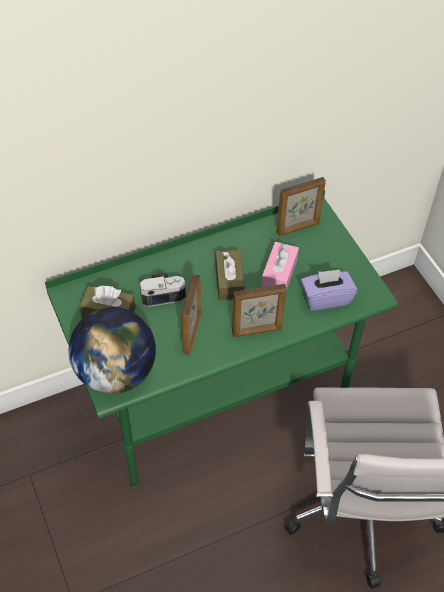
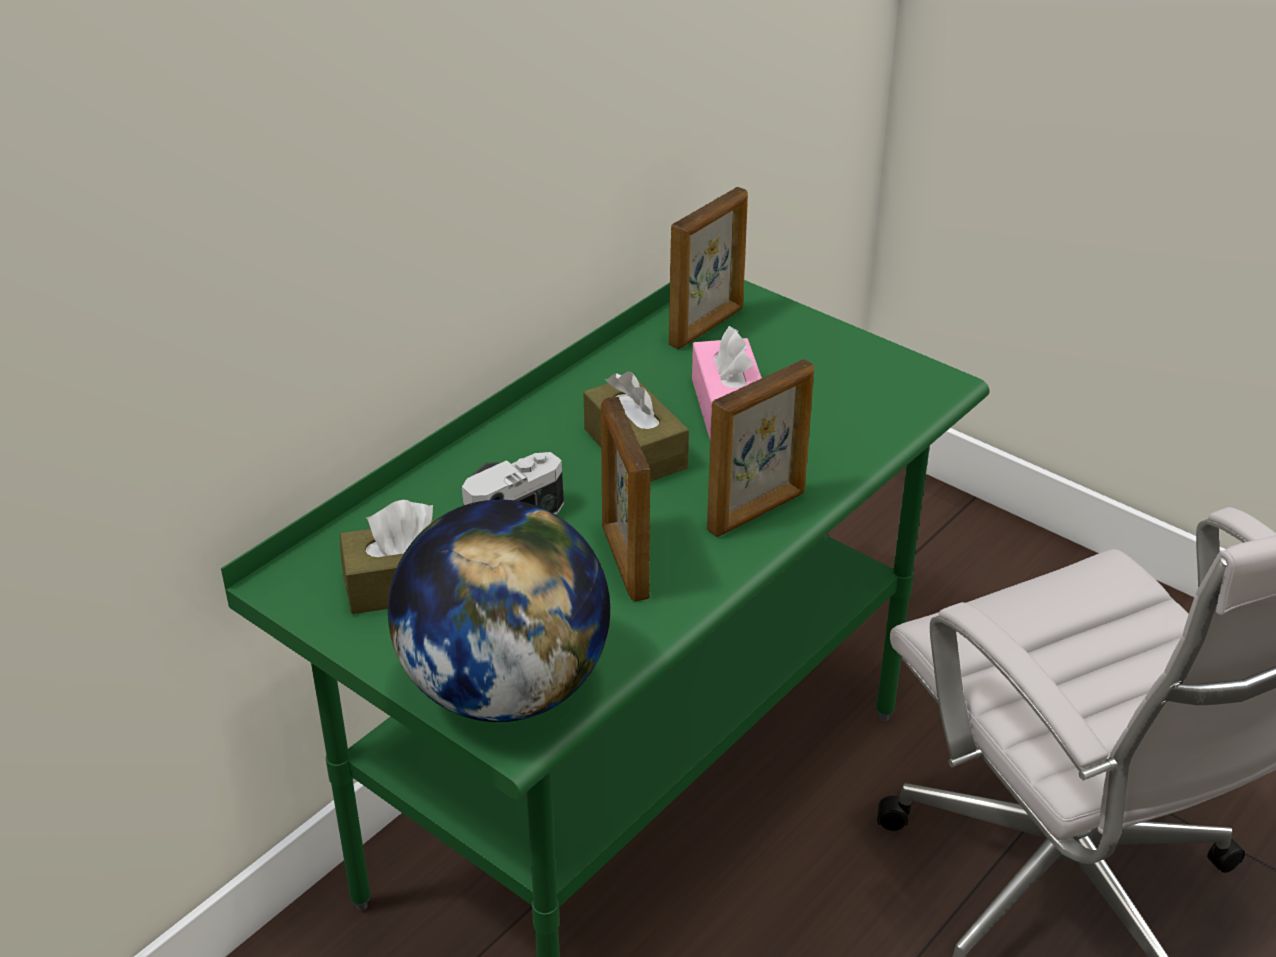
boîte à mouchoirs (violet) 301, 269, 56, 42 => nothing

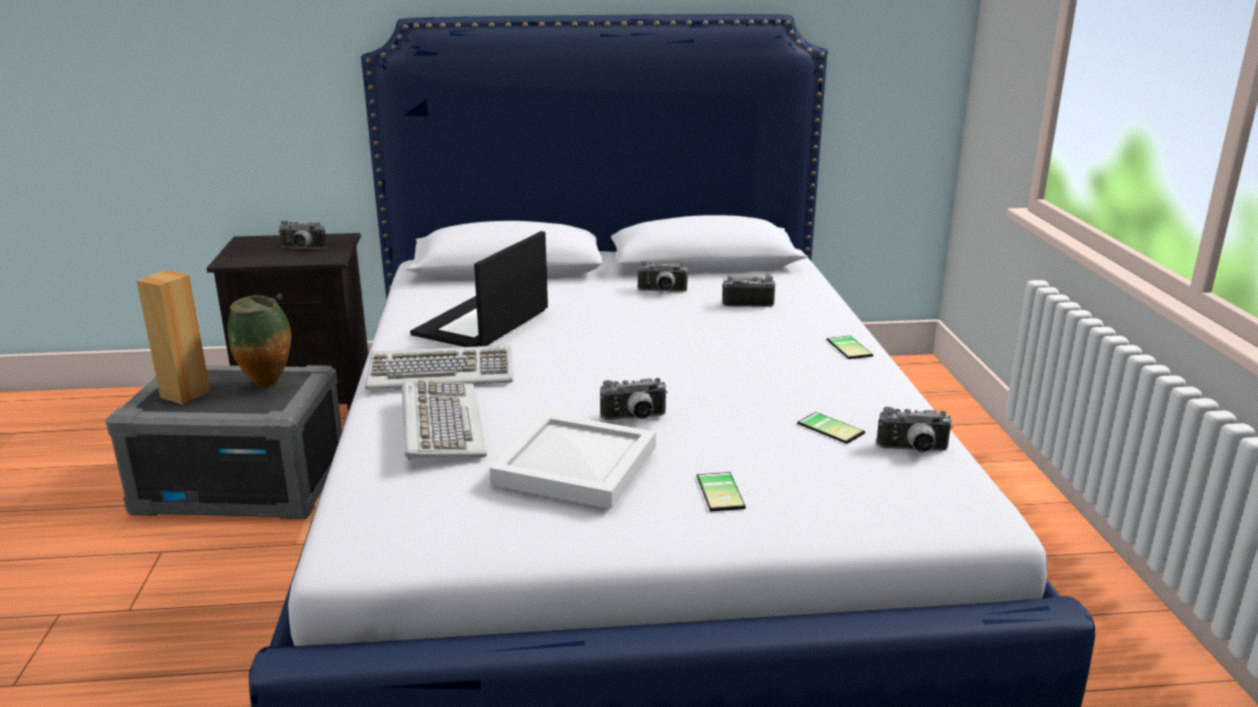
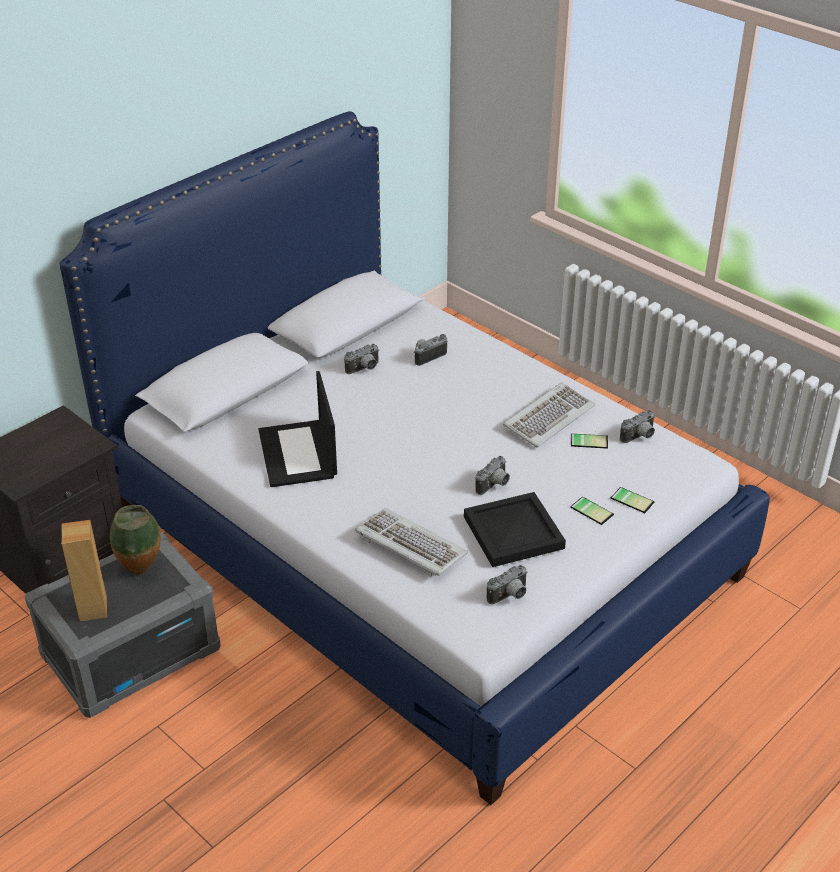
appareil photo 278, 221, 48, 28 => appareil photo 487, 565, 41, 39, shifted
clavier 365, 345, 148, 45 => clavier 503, 383, 92, 65, shifted
plateau (blanc) 490, 412, 166, 97 => plateau (noir) 464, 492, 102, 75
téléphone 827, 336, 46, 23 => téléphone 611, 487, 44, 26, shifted

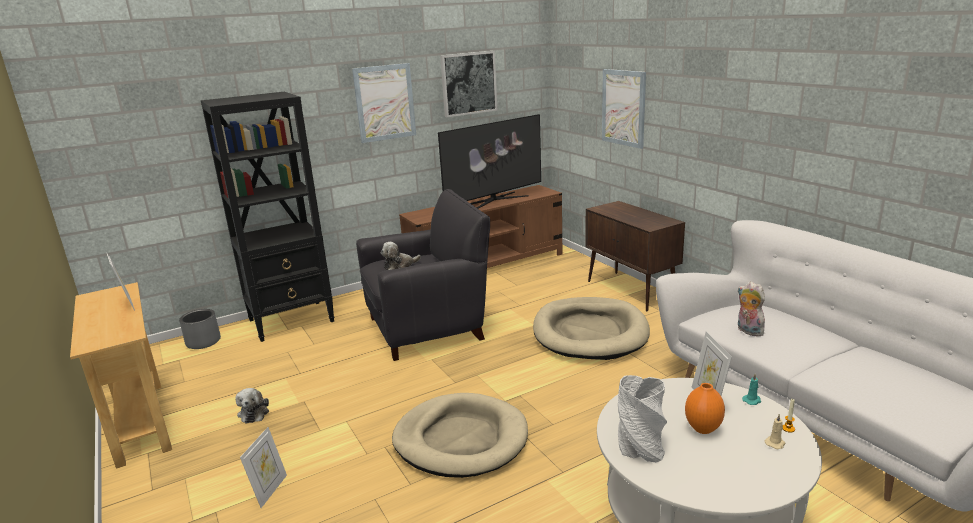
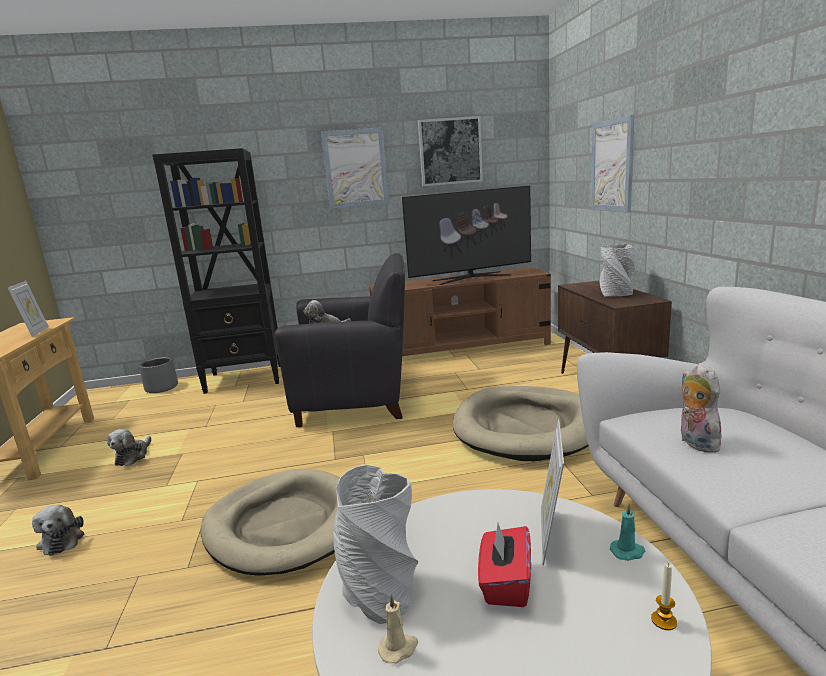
cadre photo 240, 427, 47, 81 => peluche 32, 505, 53, 51
vase (orange) 685, 383, 40, 51 => boîte à mouchoirs (rouge) 478, 523, 53, 84
bougie (beige) 765, 414, 20, 35 => bougie (beige) 378, 594, 40, 70, shifted
nothing => vase (gris) 600, 244, 35, 52

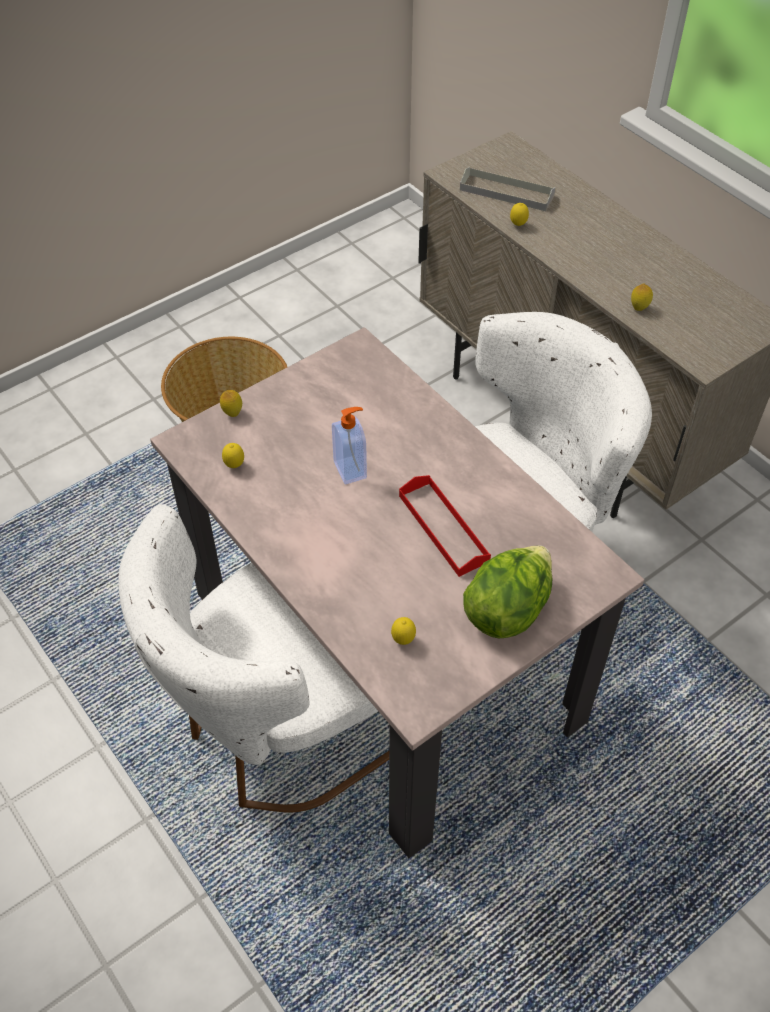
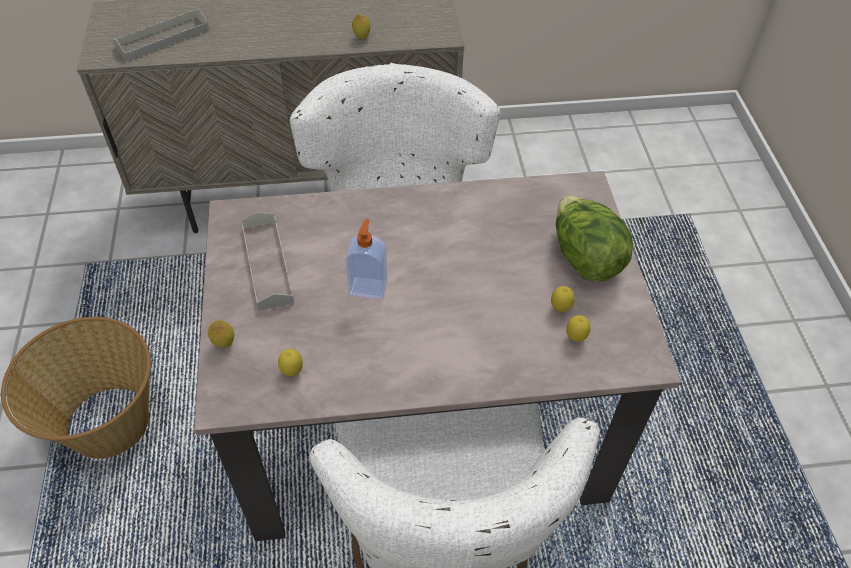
plateau (rouge) 399, 475, 92, 102 => nothing
citron 510, 203, 19, 23 => citron 551, 286, 24, 26, shifted
nothing => plateau (gris) 241, 212, 53, 99

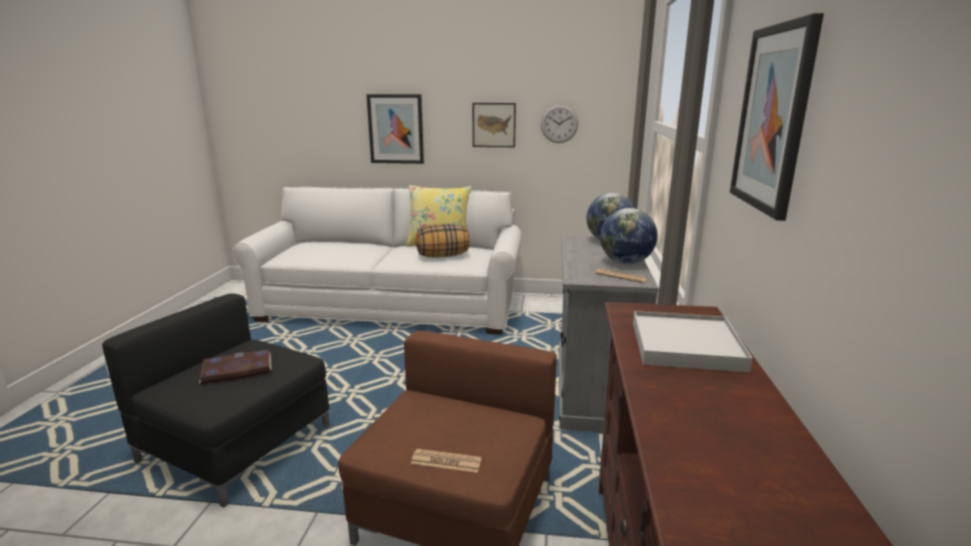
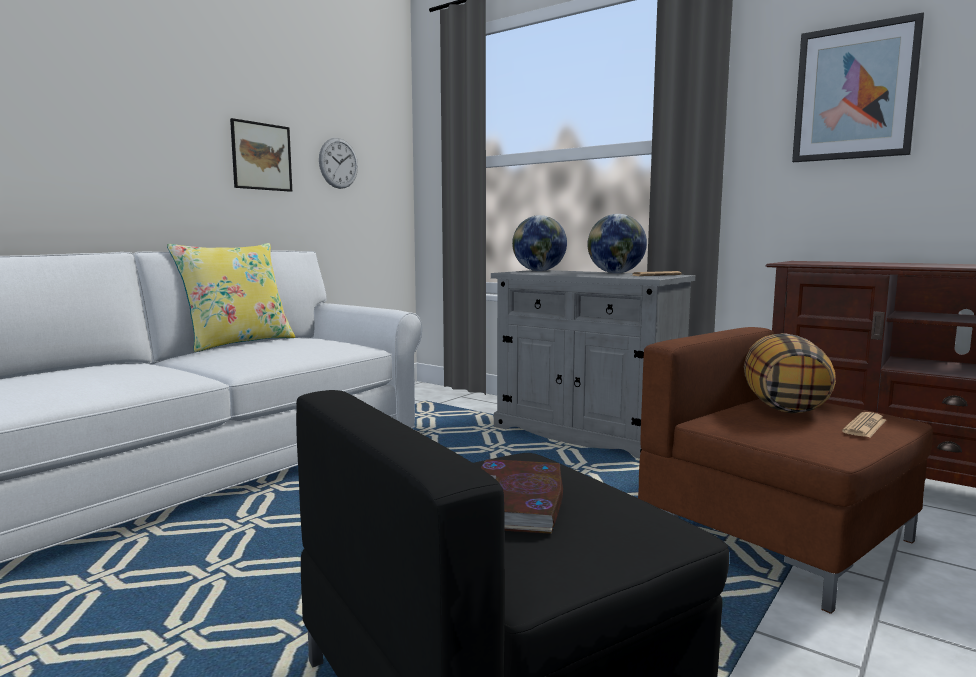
tableau 366, 94, 58, 70 => nothing
coussin 416, 224, 53, 34 => coussin 744, 333, 92, 80, shifted
plateau (blanc) 633, 311, 120, 62 => nothing

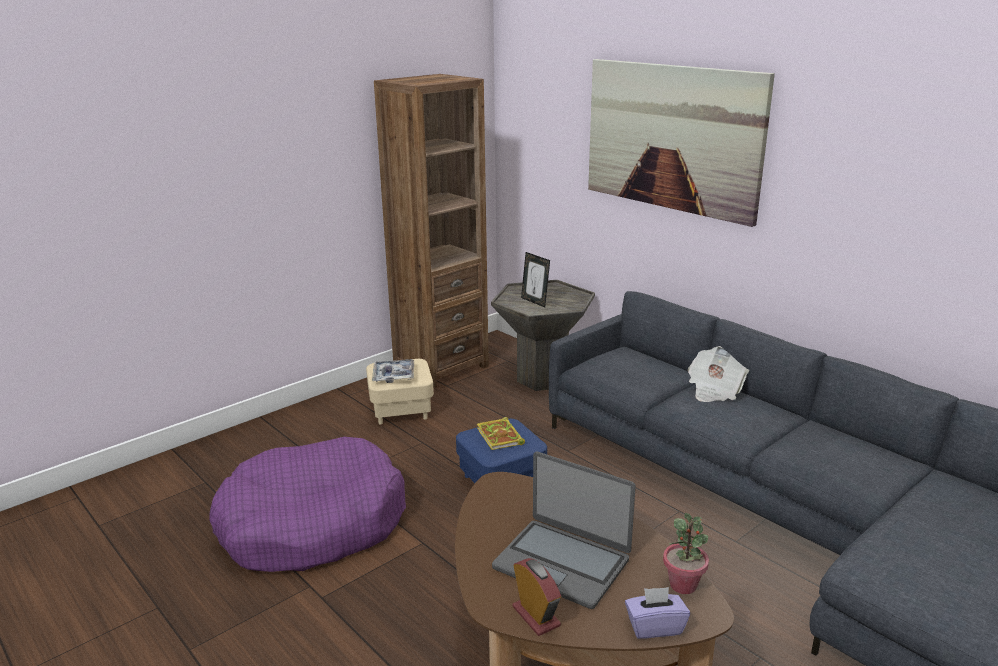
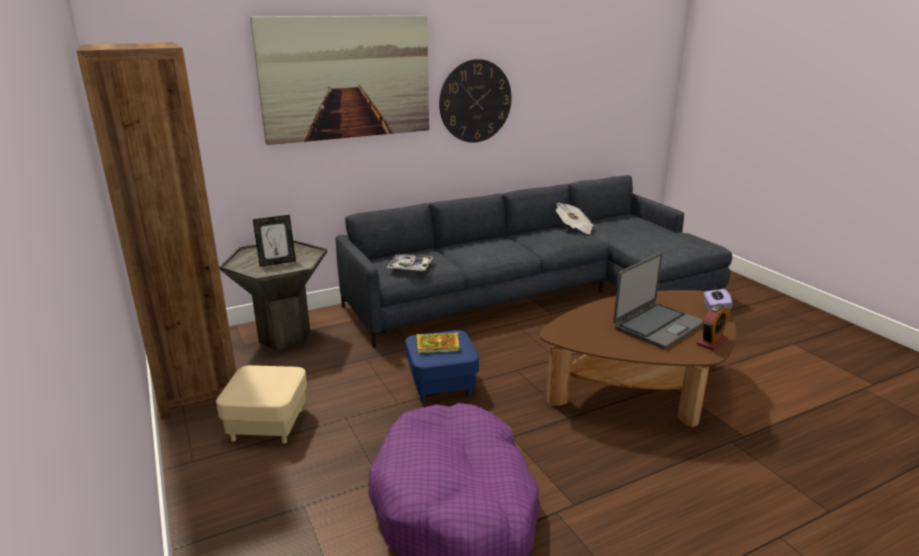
plateau 372, 359, 42, 24 => plateau 387, 254, 46, 17, shifted
réveil 512, 558, 49, 78 => réveil 697, 304, 33, 46, 150 degrees clockwise
plante en pot 663, 513, 46, 81 => nothing
journal 688, 346, 61, 56 => journal 556, 203, 38, 31, shifted
nothing => horloge murale 439, 59, 73, 84

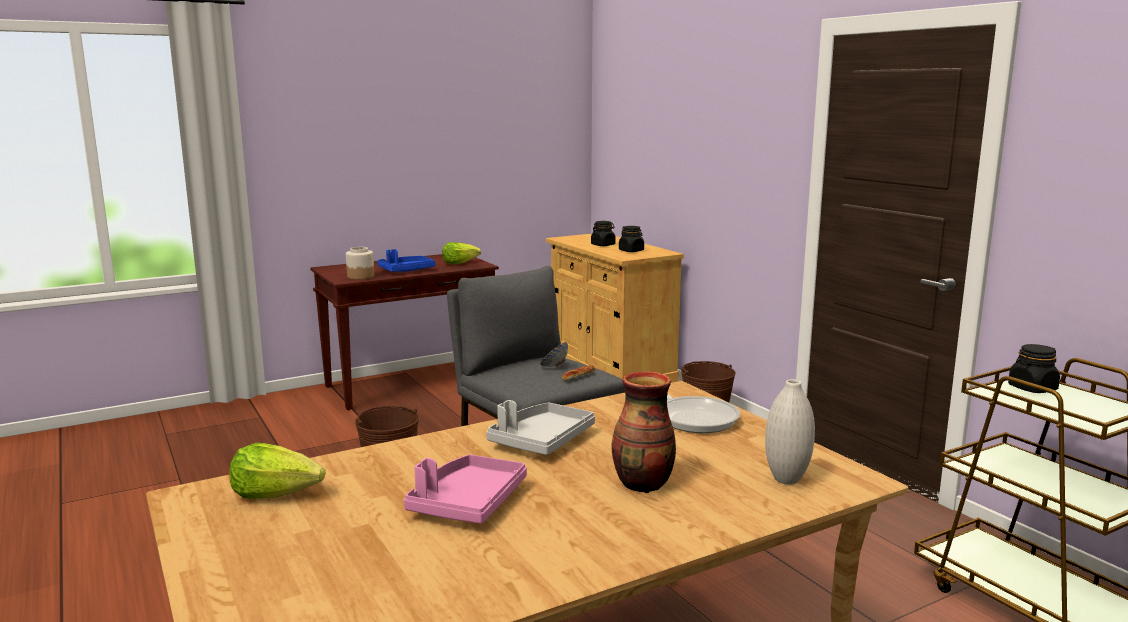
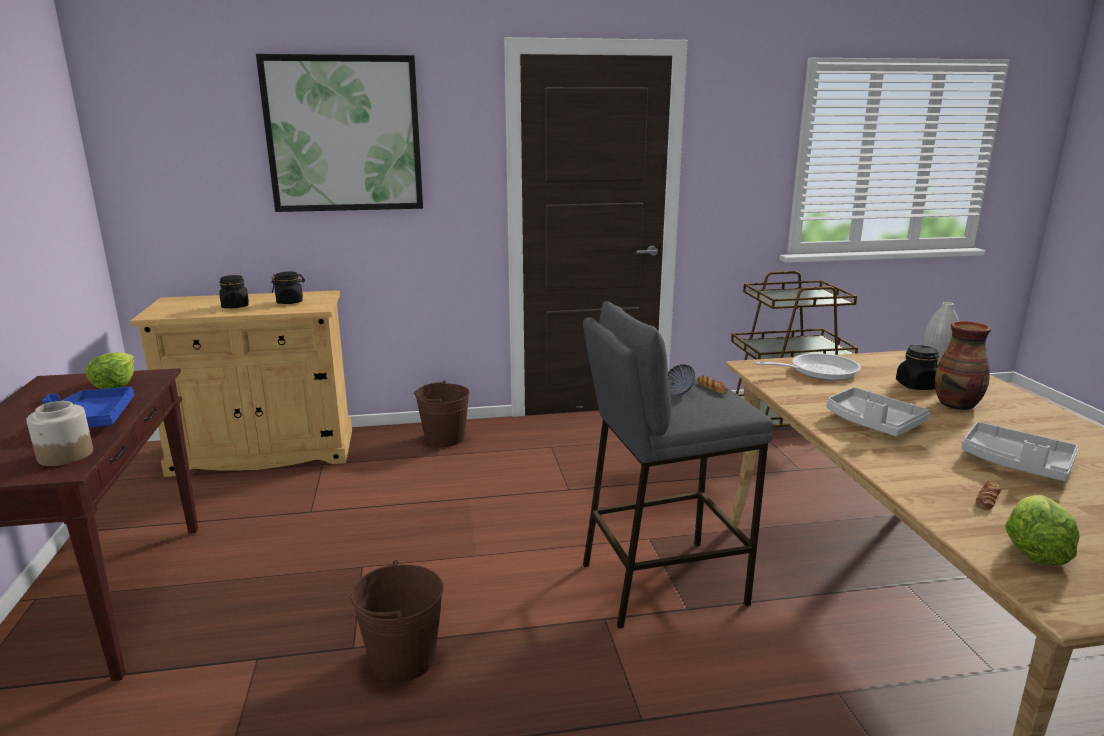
plateau (rose) 404, 455, 123, 69 => plateau (gris) 961, 422, 117, 59
bocal (noir) 1008, 344, 52, 49 => bocal (noir) 896, 345, 43, 45, shifted
nothing => tableau 256, 54, 167, 158
nothing => pain 976, 481, 25, 29

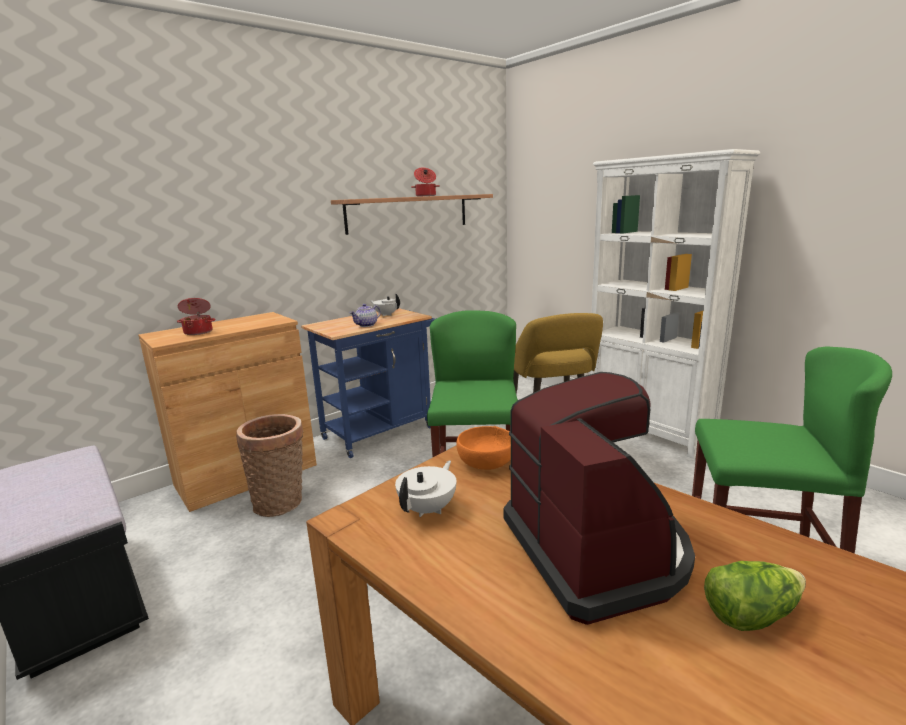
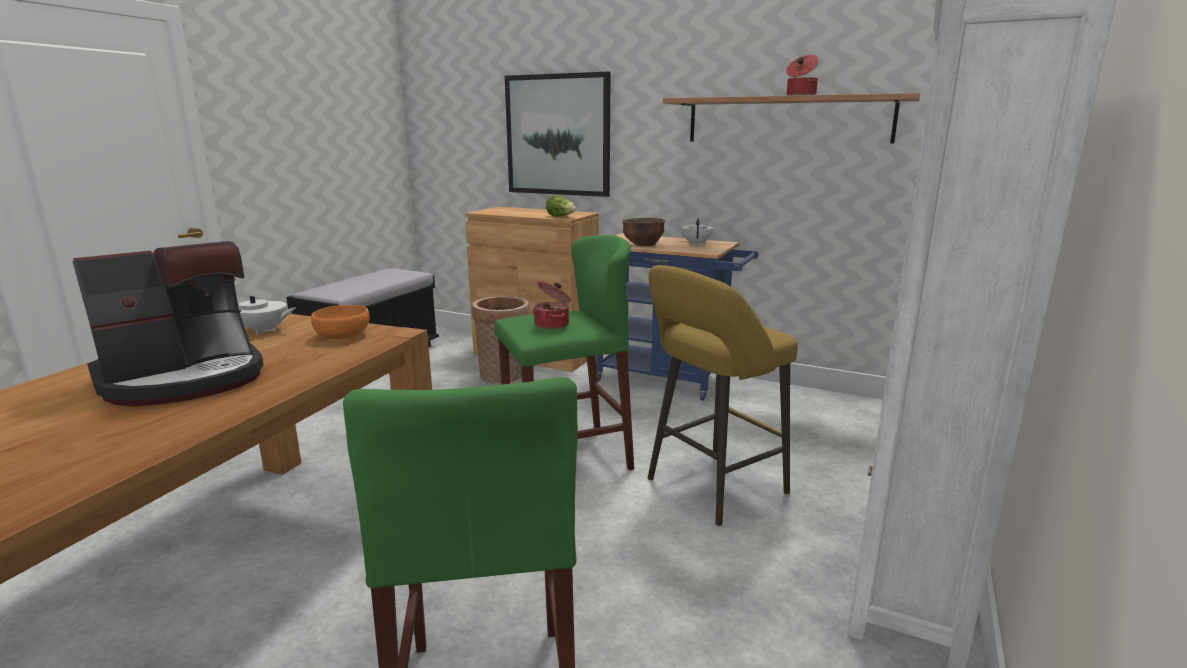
marmite 177, 298, 39, 37 => marmite 533, 281, 38, 48, shifted
théière 350, 304, 31, 23 => bol (marron) 622, 218, 43, 28
laitue 704, 561, 102, 70 => laitue 546, 195, 30, 22, shifted
nothing => tableau 505, 72, 106, 125

